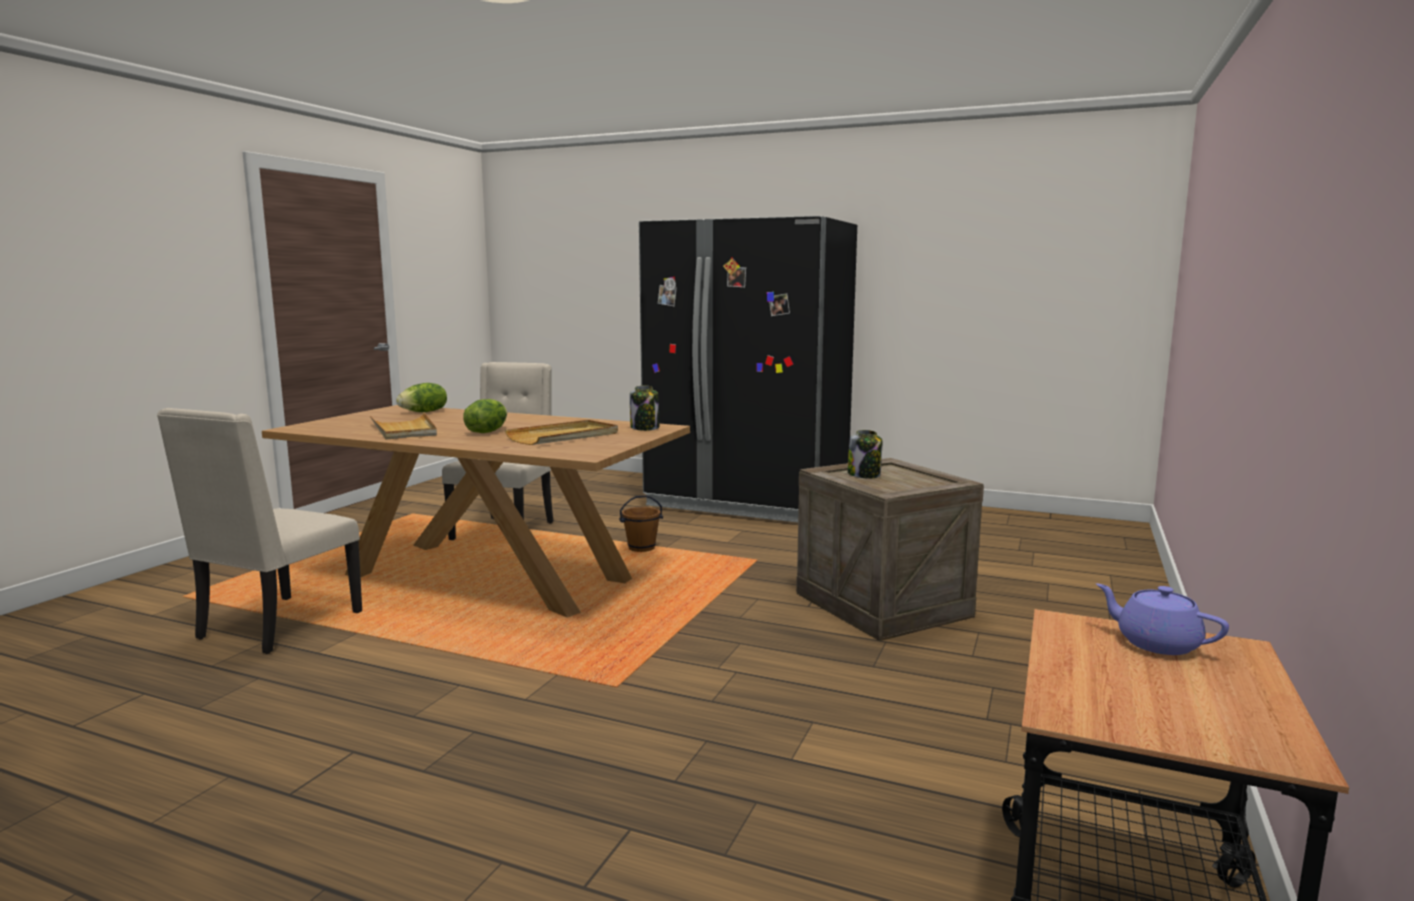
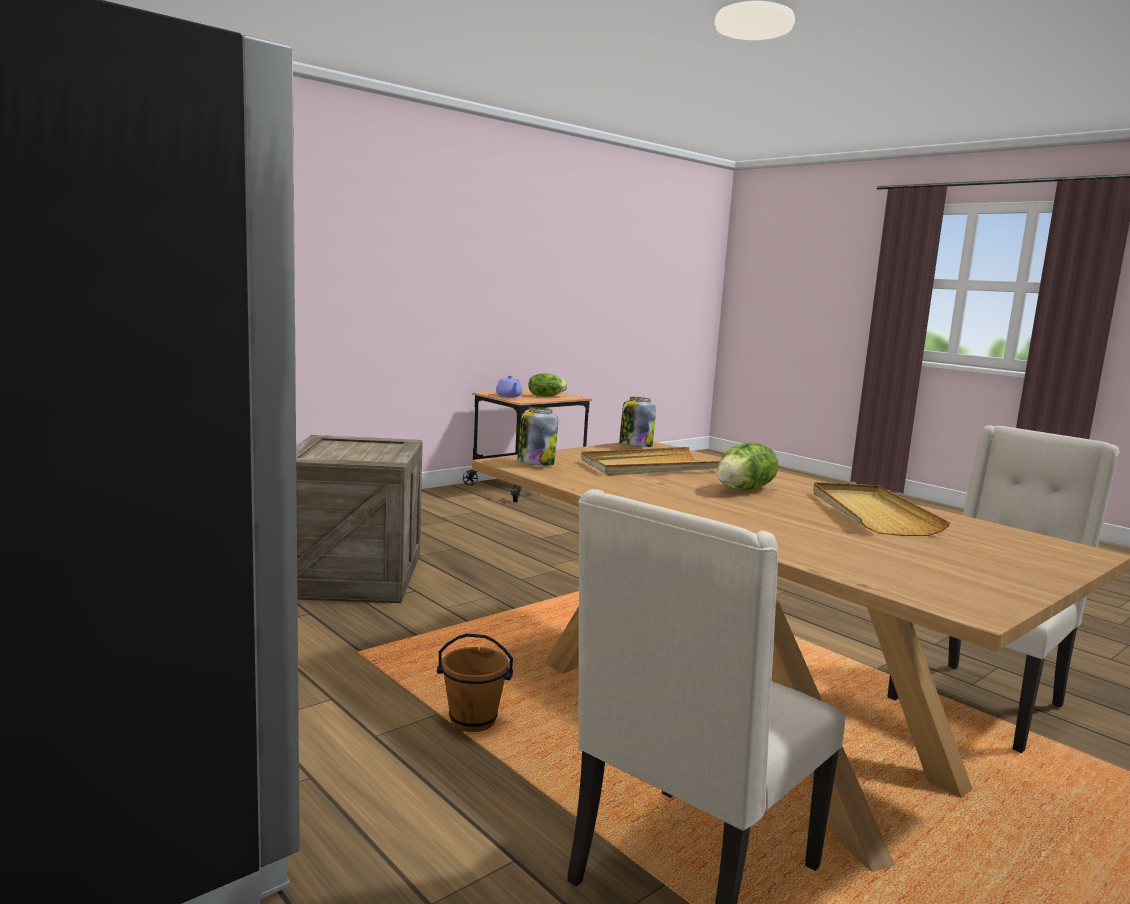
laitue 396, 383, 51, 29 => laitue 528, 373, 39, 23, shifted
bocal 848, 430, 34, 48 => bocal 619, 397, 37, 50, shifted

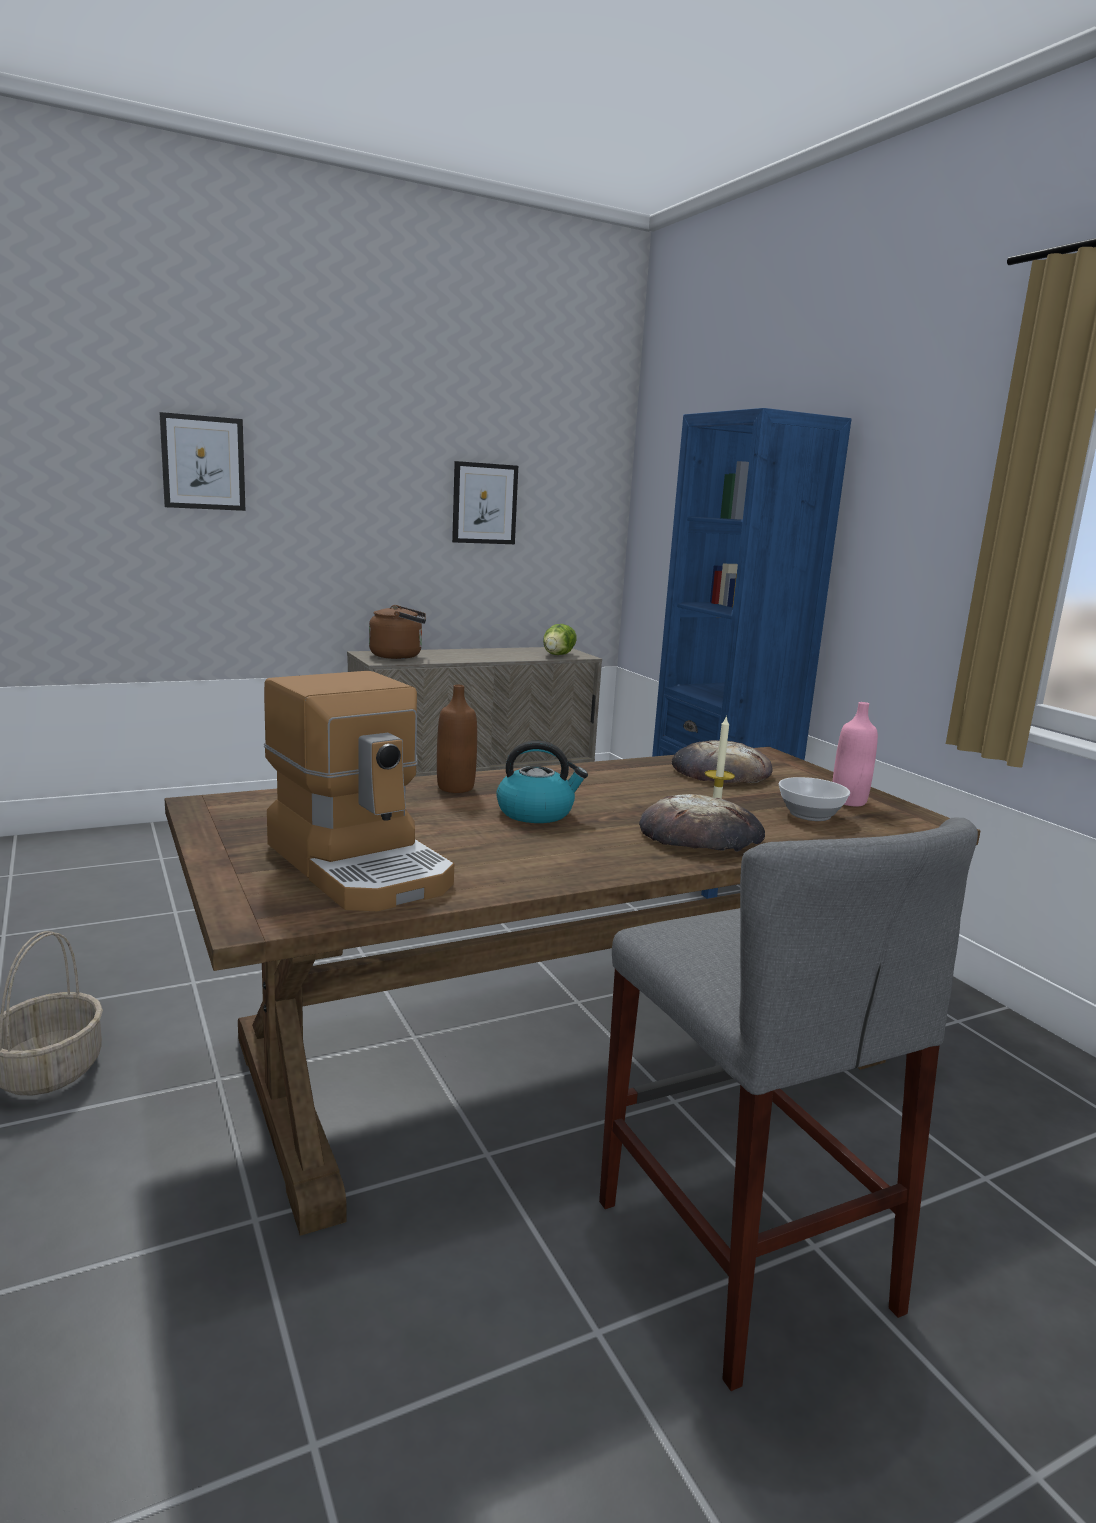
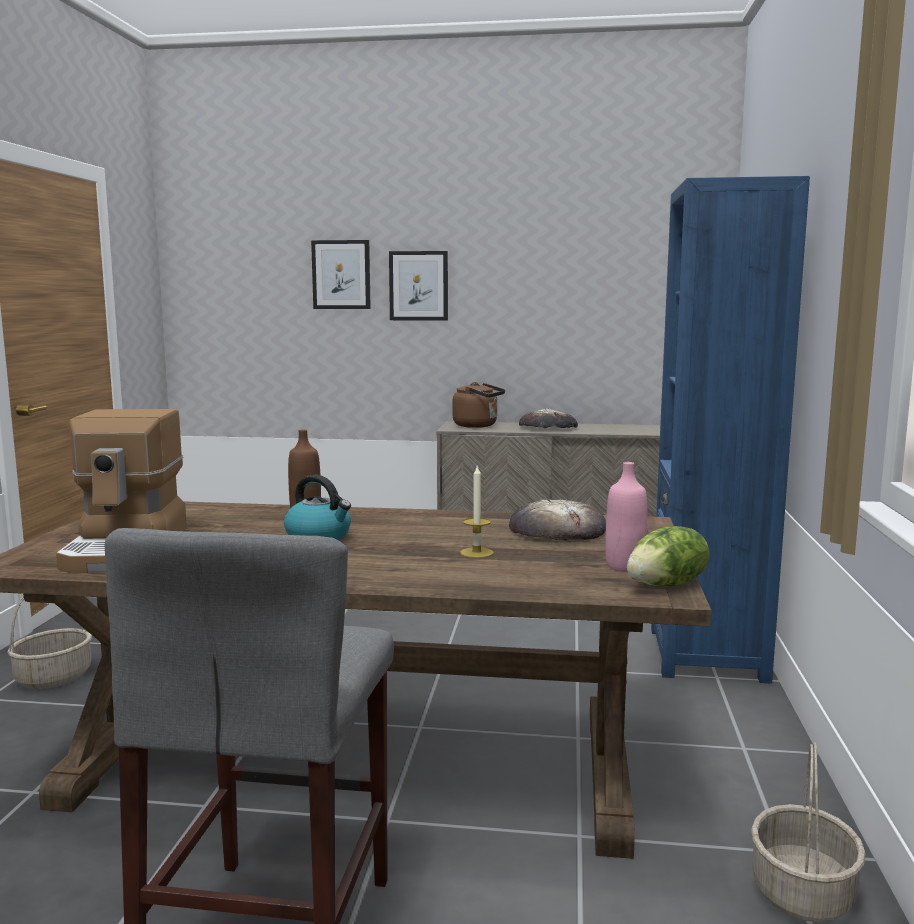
tableau 452, 461, 66, 83 => tableau 389, 251, 59, 70, shifted
laitue 543, 624, 34, 31 => laitue 627, 526, 82, 60, shifted
pain 639, 794, 126, 58 => pain 519, 408, 59, 21, shifted
bol 779, 777, 71, 44 => nothing
nothing => panier 751, 742, 115, 180

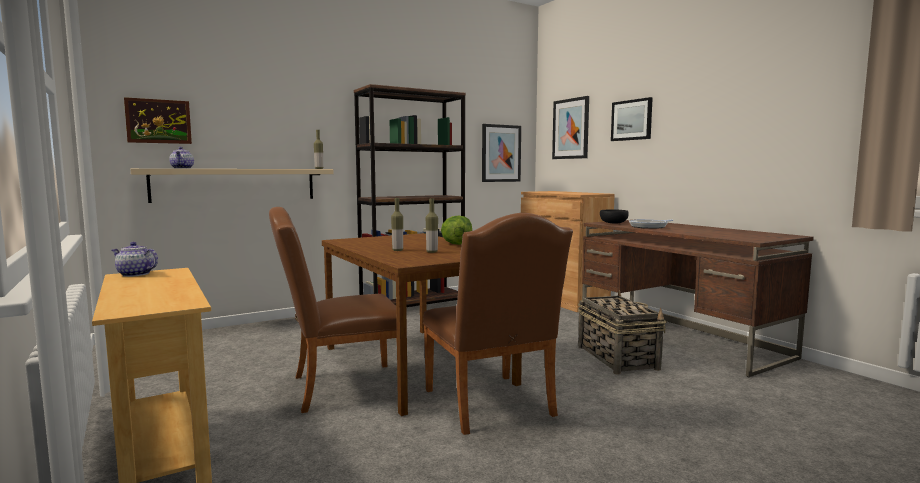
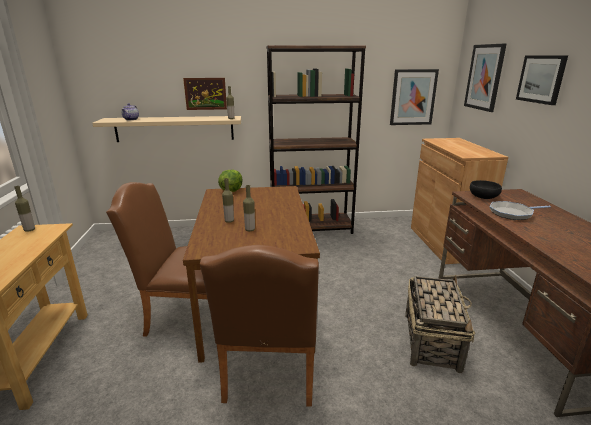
théière 112, 242, 46, 35 => bouteille 14, 186, 21, 46
tableau 124, 97, 68, 47 => tableau 183, 78, 44, 32, shifted
laitue 441, 215, 31, 30 => laitue 218, 170, 24, 22, shifted

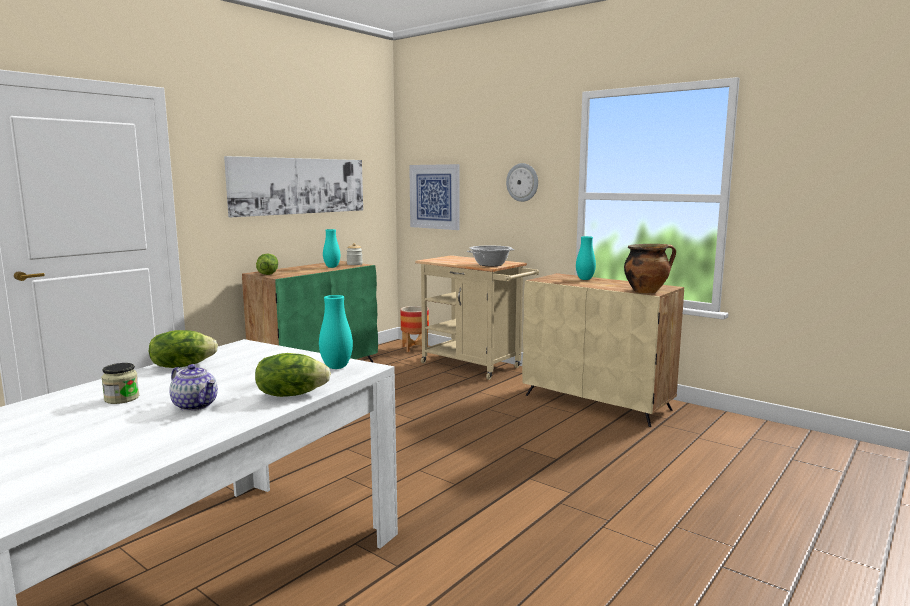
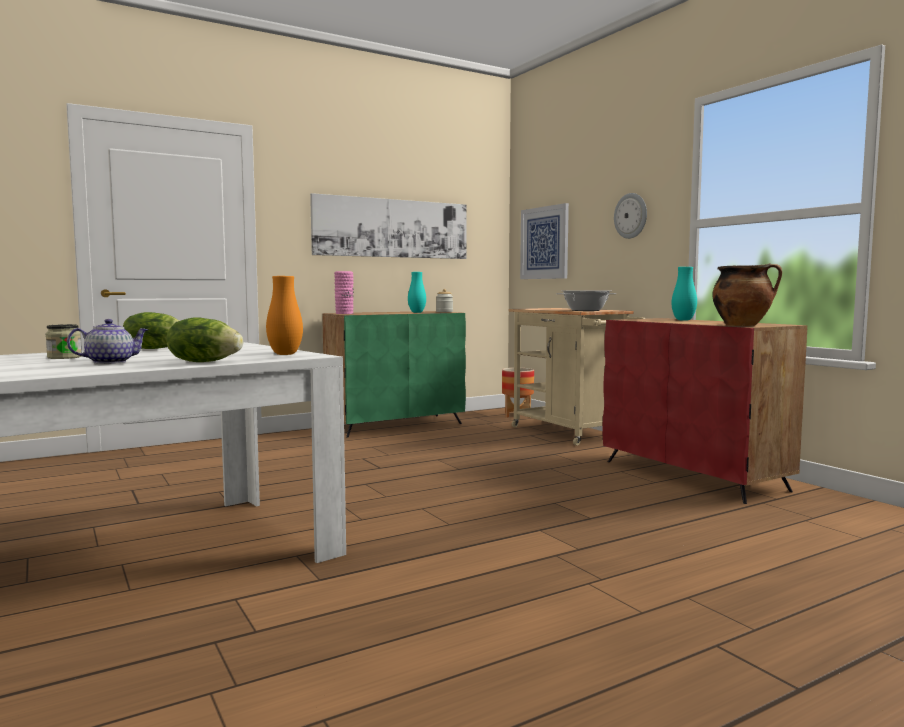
théière 169, 364, 49, 47 => théière 67, 319, 81, 45, 90 degrees counterclockwise
laitue 256, 254, 22, 21 => vase (rose) 334, 271, 20, 43
vase (turquoise) 319, 295, 34, 74 => vase (orange) 266, 276, 37, 79
meuble de rangement (beige) 522, 273, 162, 154 => meuble de rangement (rouge) 602, 318, 205, 186

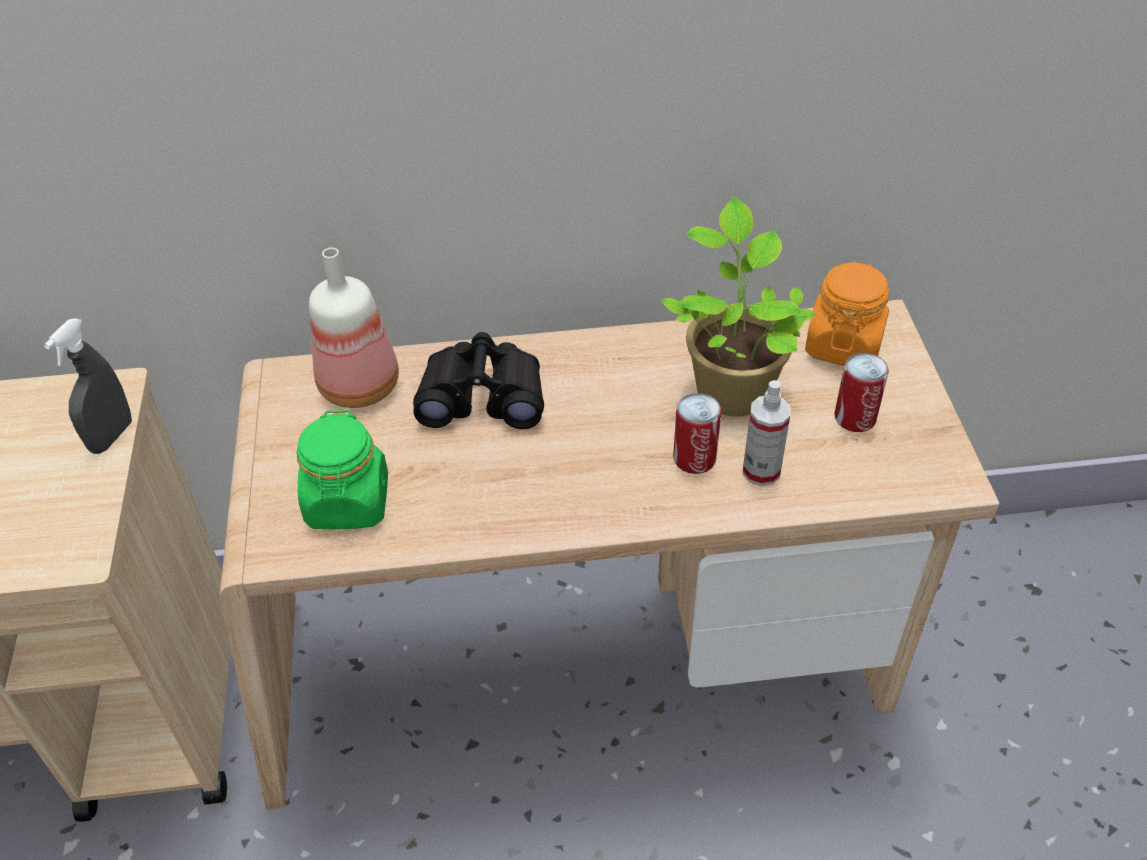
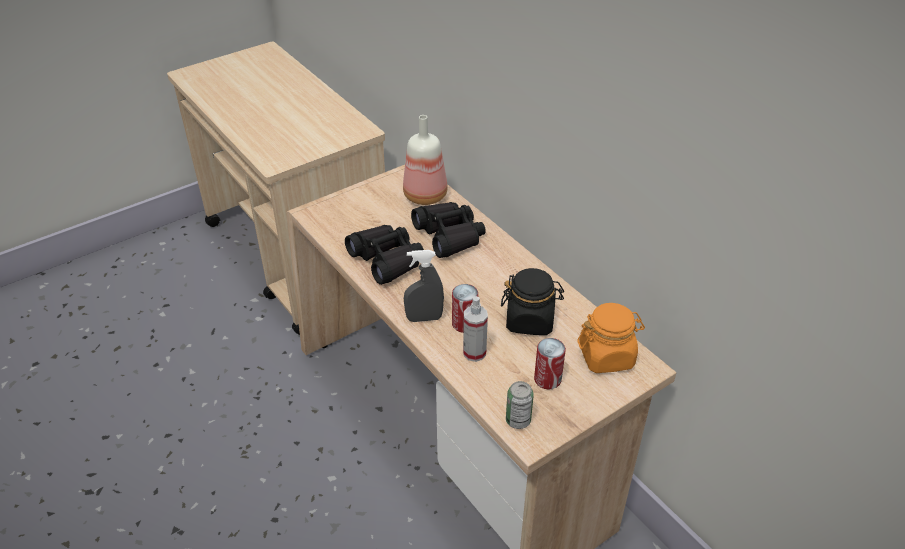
vaporisateur (gris) 44, 318, 88, 136 => vaporisateur (gris) 404, 250, 40, 72, shifted
bocal (vert) 297, 410, 91, 119 => nothing
plante en pot 661, 197, 155, 219 => bocal (noir) 501, 268, 63, 67
nothing => jumelles (noir) 345, 225, 79, 60
nothing => boîte métallique 506, 381, 28, 48

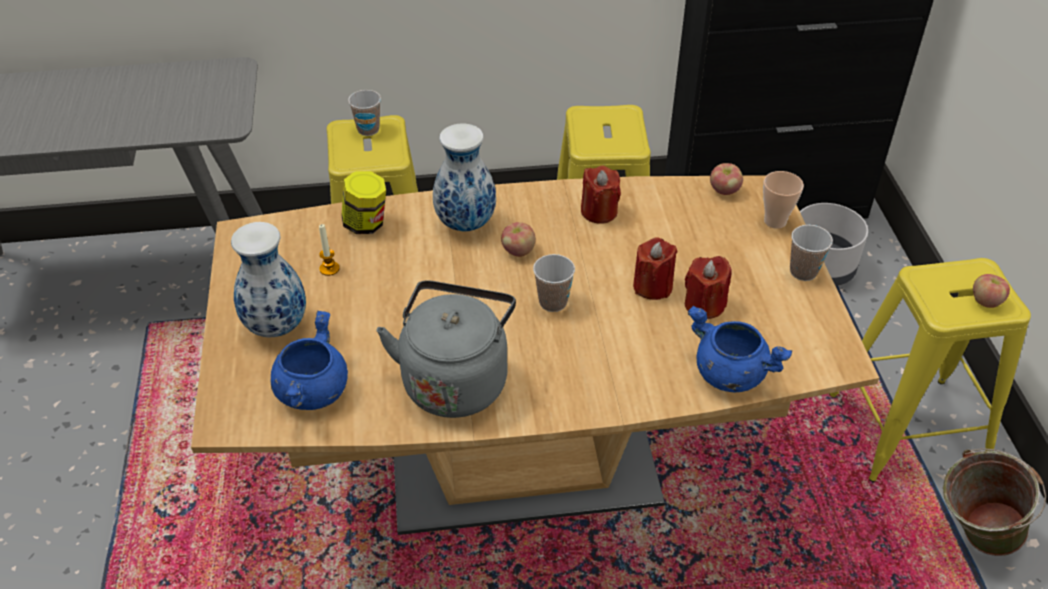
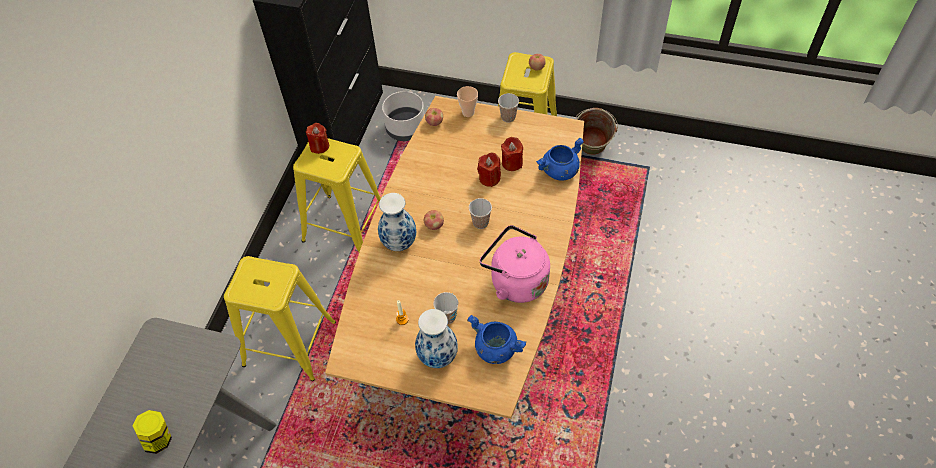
bocal 342, 171, 44, 63 => bocal 133, 410, 39, 44, shifted
tasse 348, 90, 33, 46 => tasse 433, 292, 25, 32, shifted
bouilloire (gris) 377, 280, 139, 138 => bouilloire (rose) 480, 225, 70, 78
bougie (rouge) 581, 166, 40, 58 => bougie (rouge) 306, 123, 23, 31, shifted

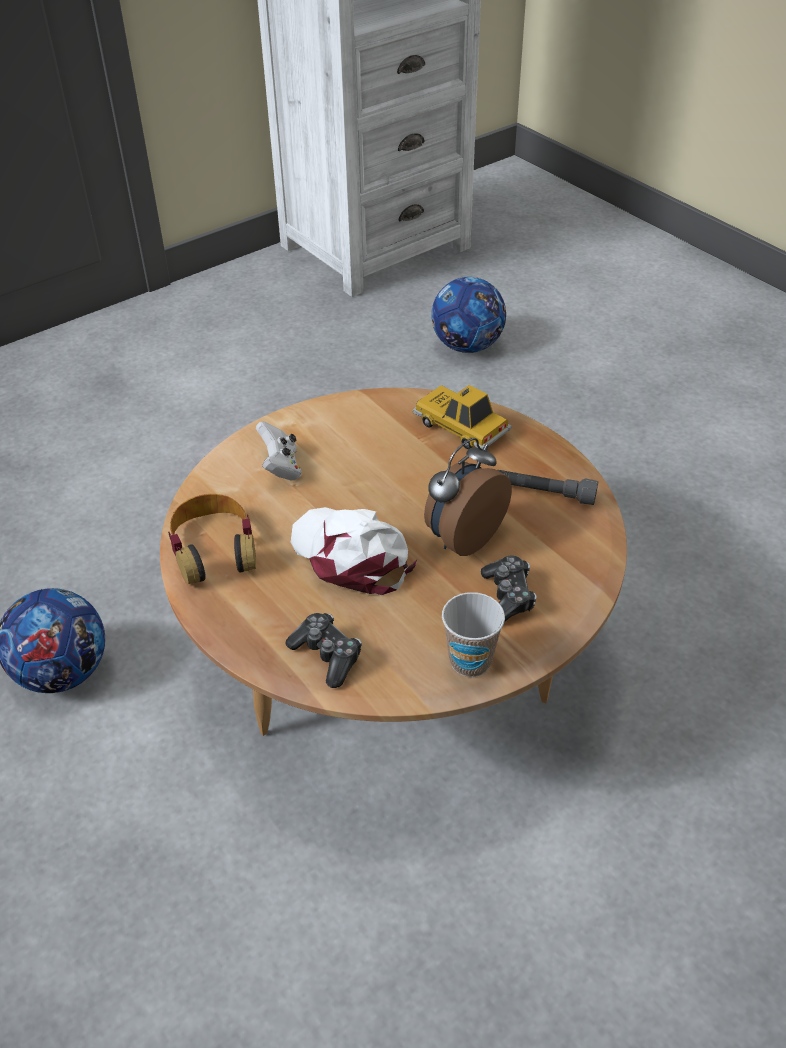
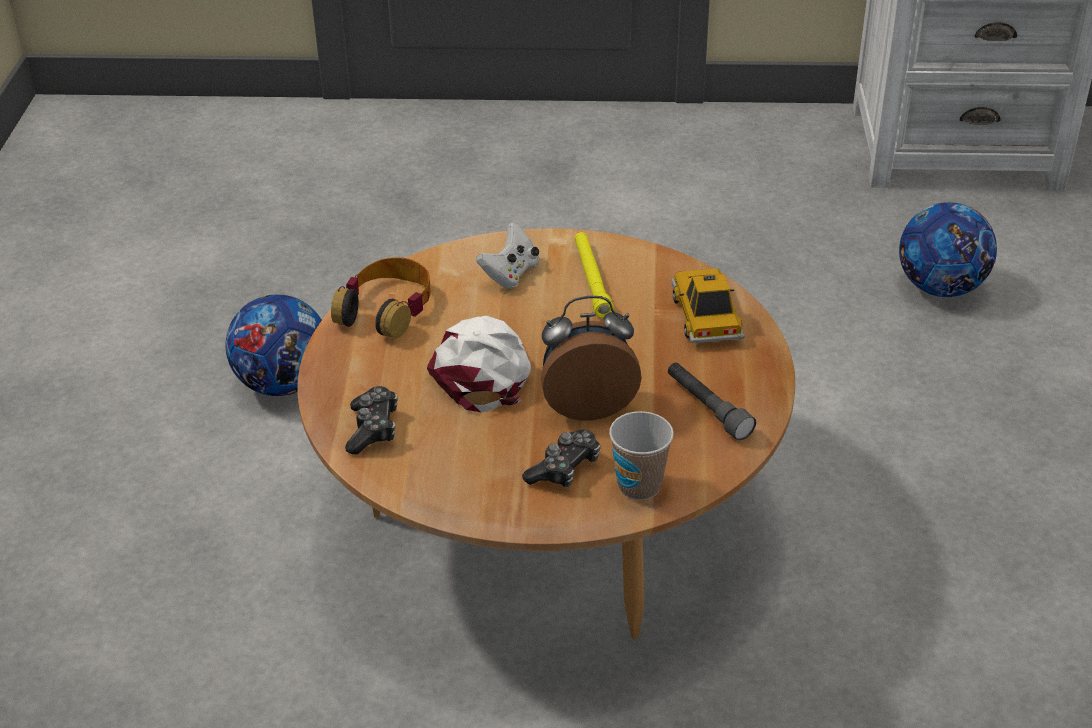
tasse 442, 592, 63, 85 => tasse 609, 411, 65, 89, shifted
nothing => lampe de poche (jaune) 574, 232, 40, 86

